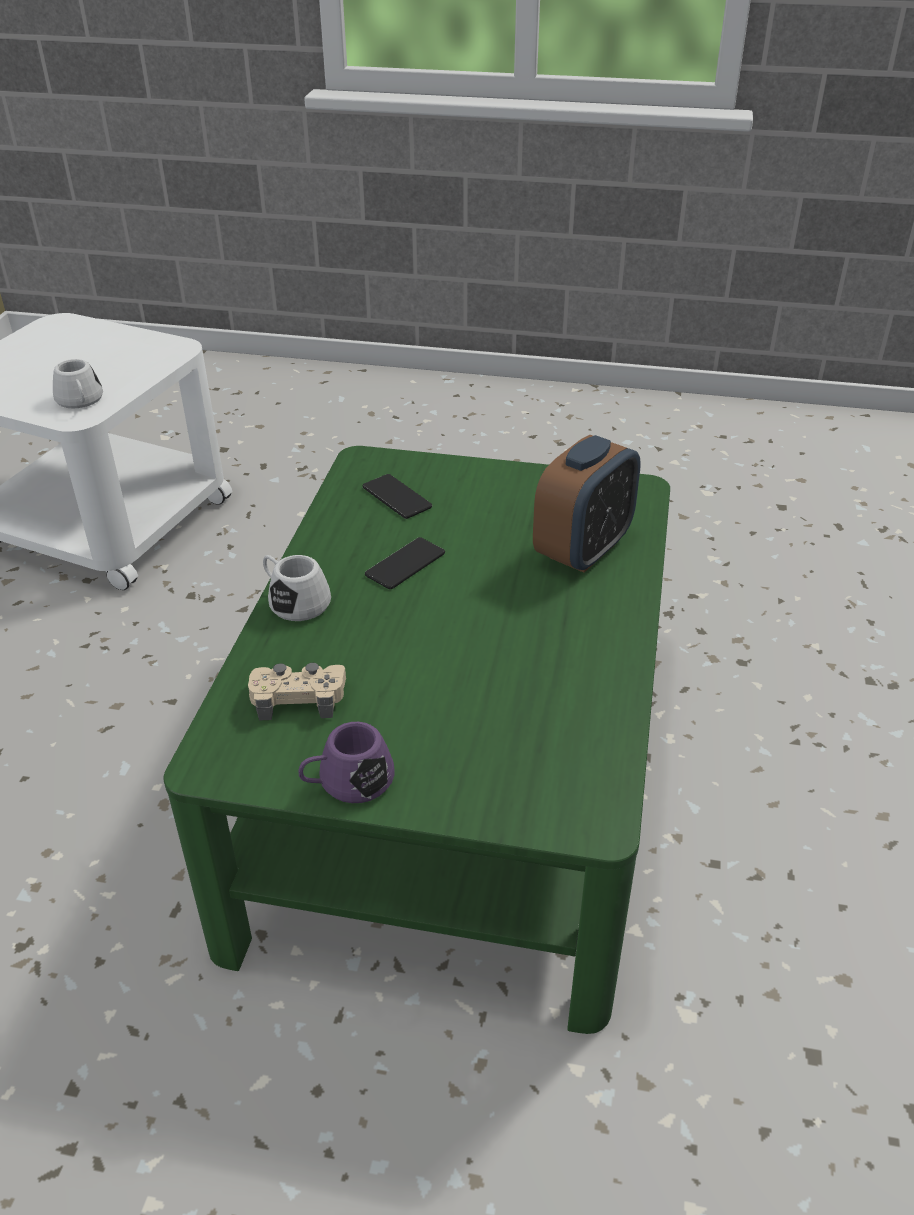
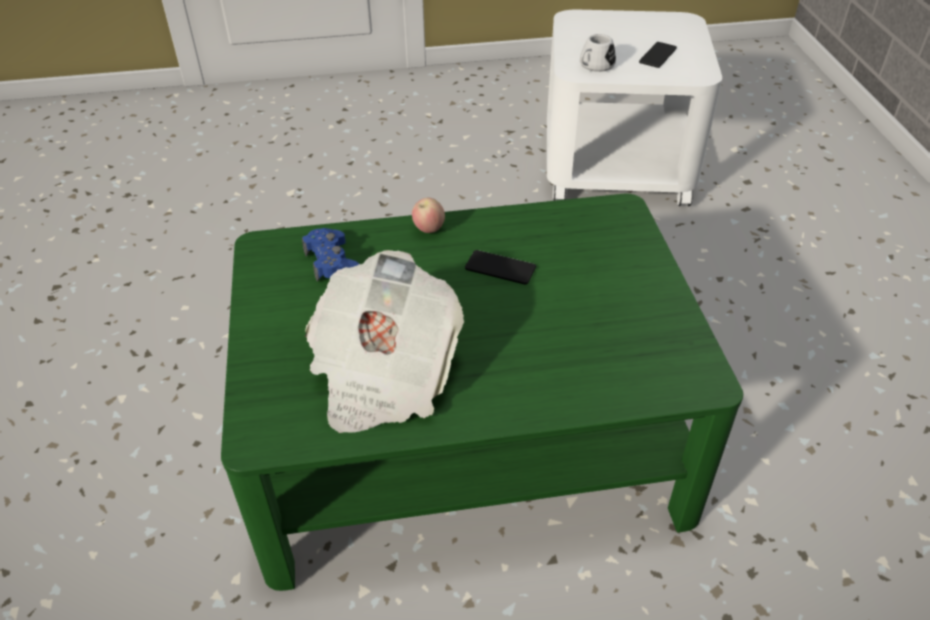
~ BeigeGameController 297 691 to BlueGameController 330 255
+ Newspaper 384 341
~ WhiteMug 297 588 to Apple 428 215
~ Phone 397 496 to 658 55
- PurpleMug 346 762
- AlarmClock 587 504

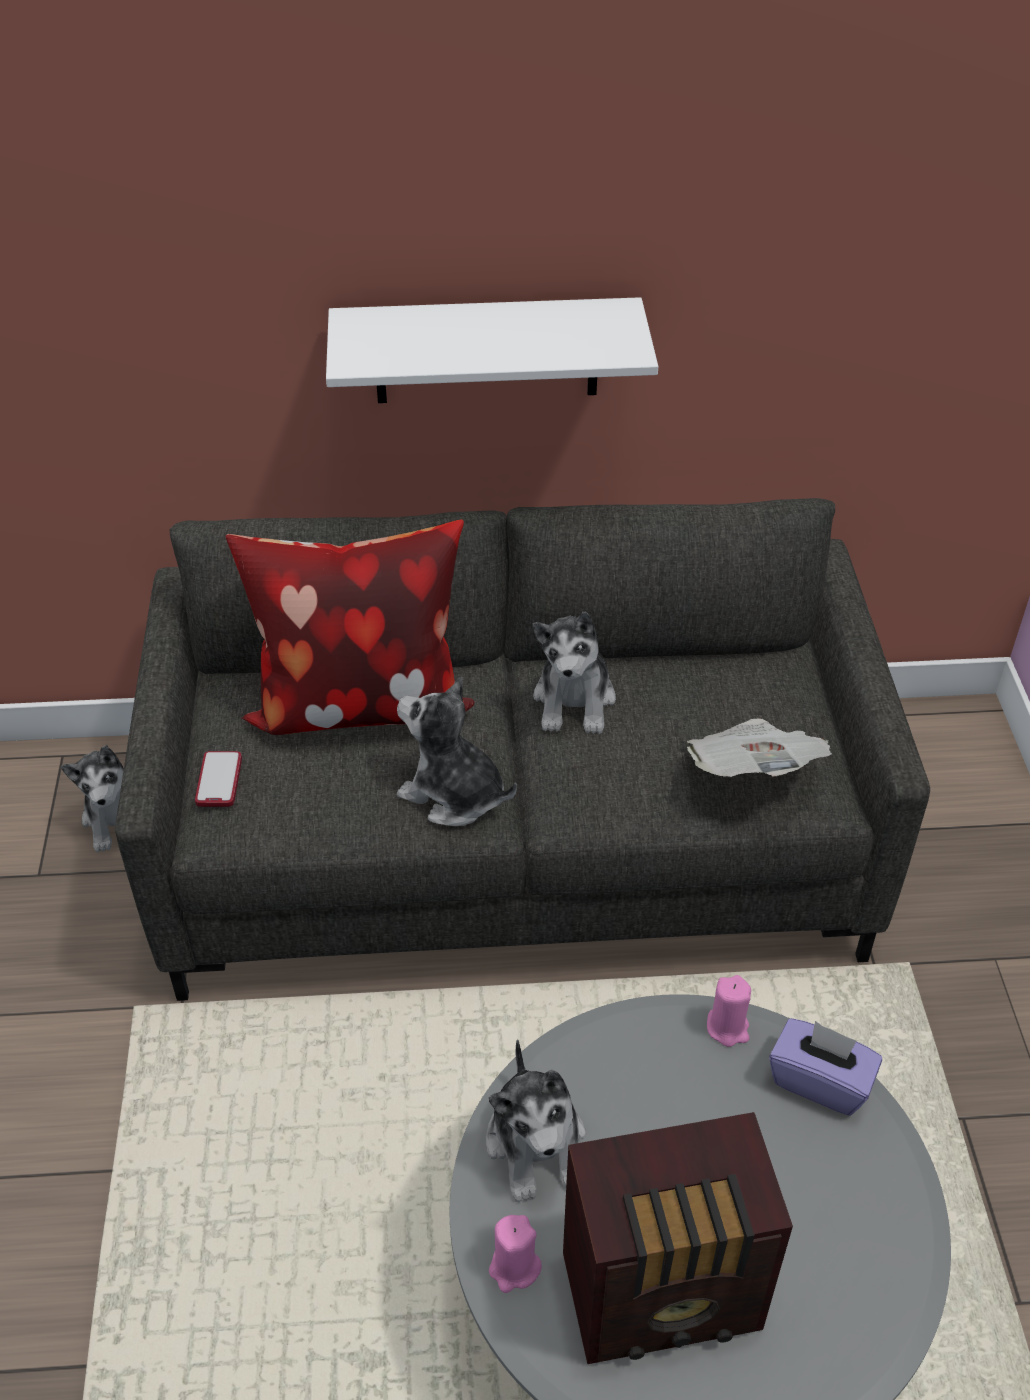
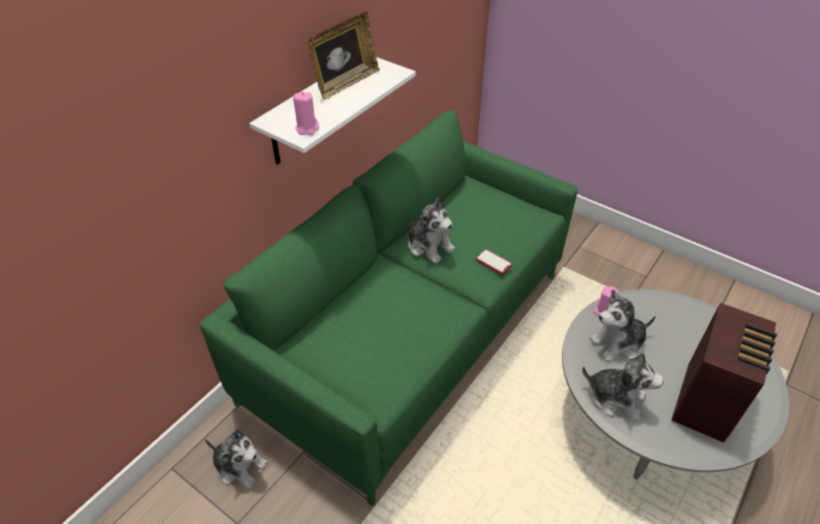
~ GreySofa 522 749 to GreenSofa 389 308
~ PinkCandle 515 1254 to 306 114
+ PictureFrame 344 56
~ Phone 218 779 to 494 262
~ PlushToy 457 751 to 622 325
- Pillow 350 627
- Newspaper 759 747
- PurpleTissueBox 825 1067

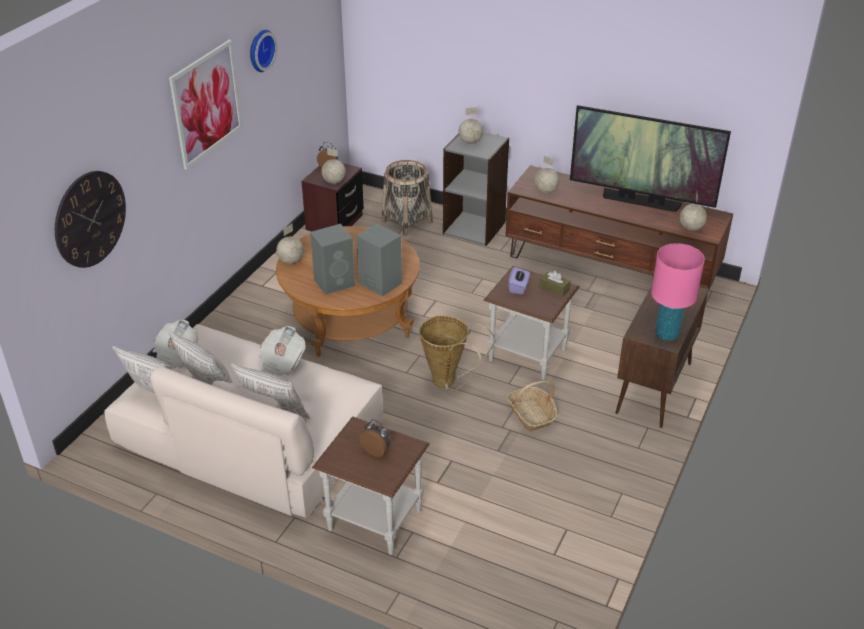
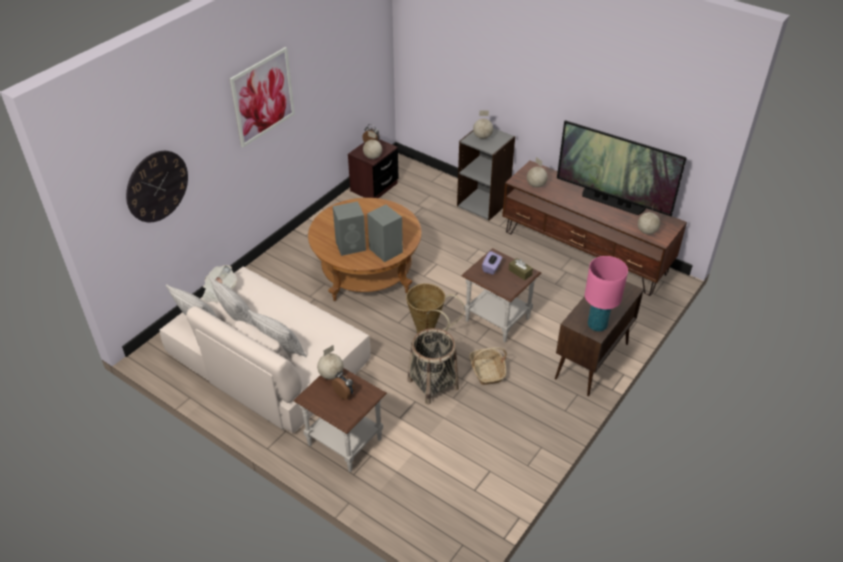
~ Globe 290 244 to 330 362
~ Basket 407 198 to 433 366
- WallClock 263 51
- Newspaper 282 351

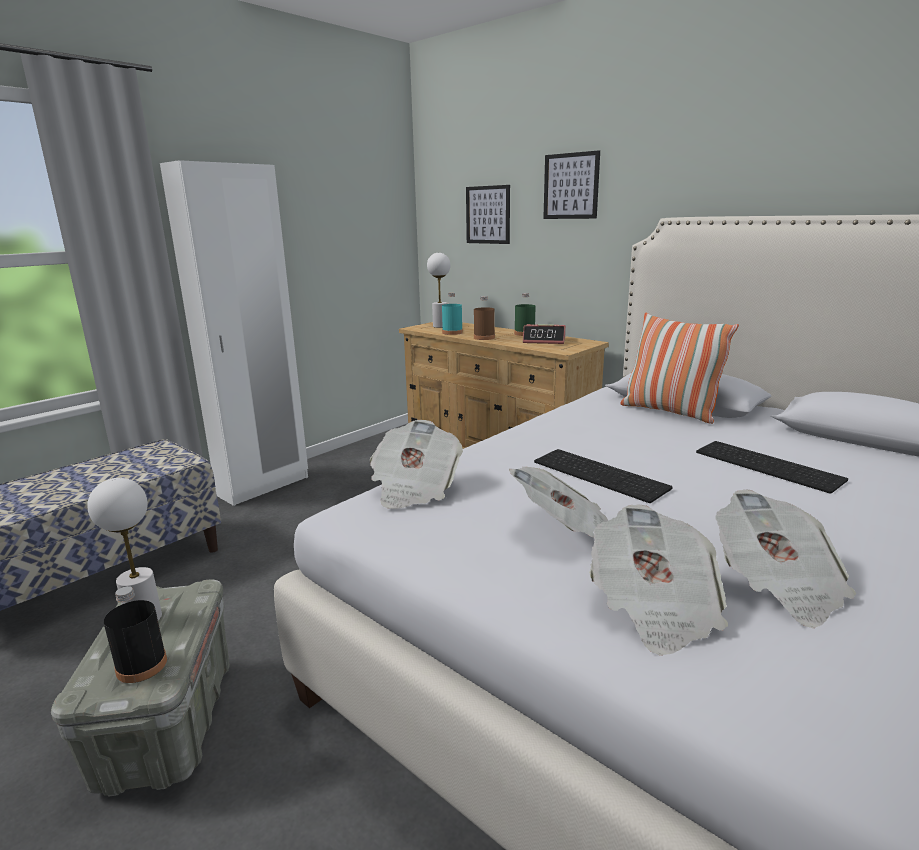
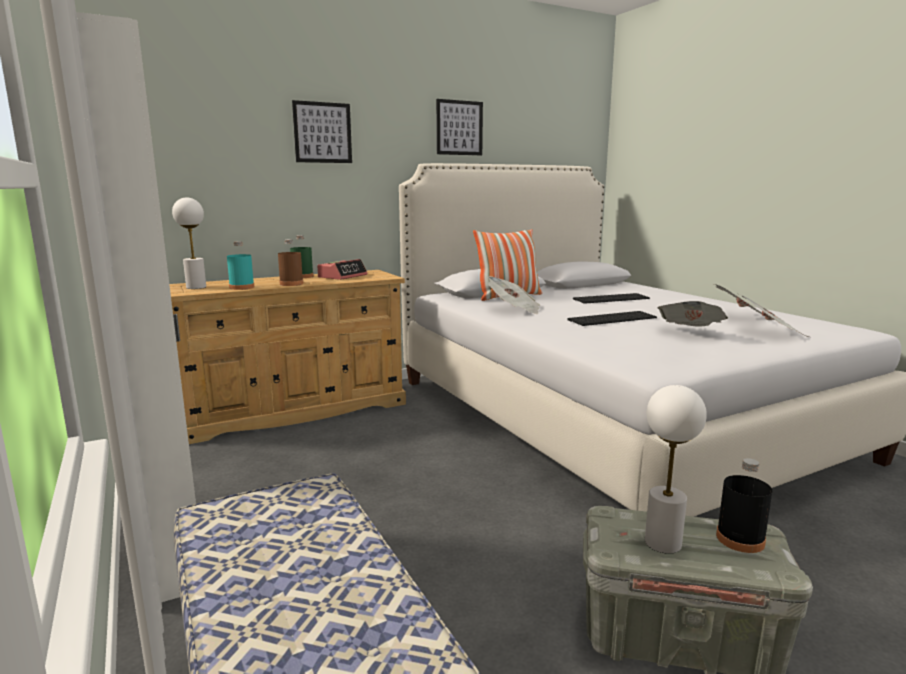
~ Picture 488 214 to 459 127
~ Newspaper 416 464 to 514 295

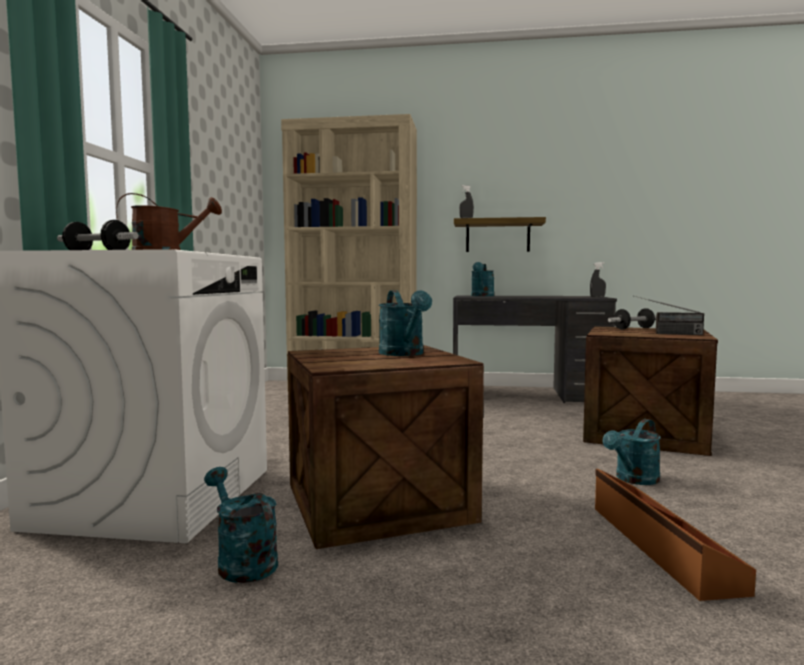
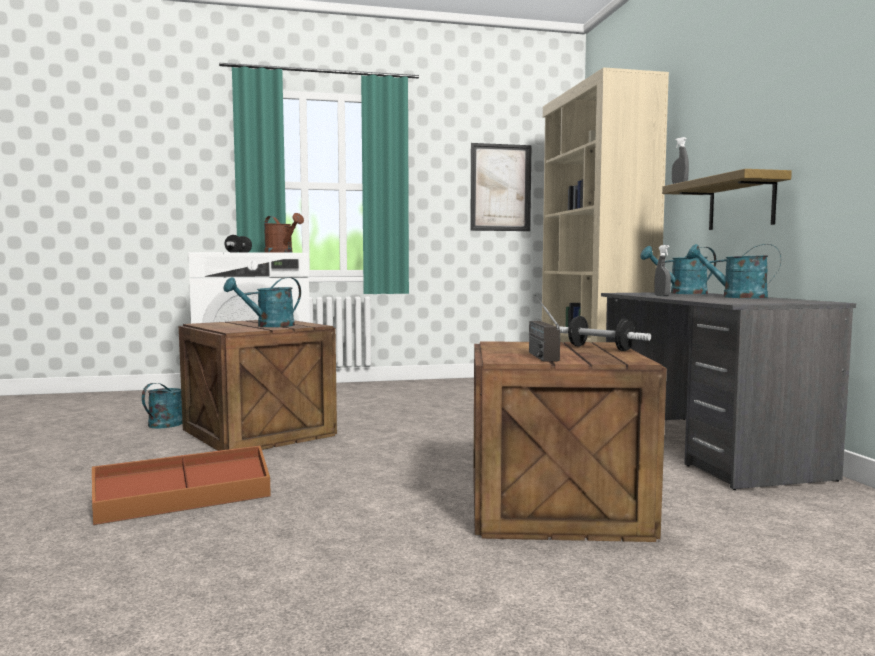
+ Picture 500 187
~ GreySprayBottle 598 279 to 662 270
~ TurquoiseWateringCan 631 452 to 734 271

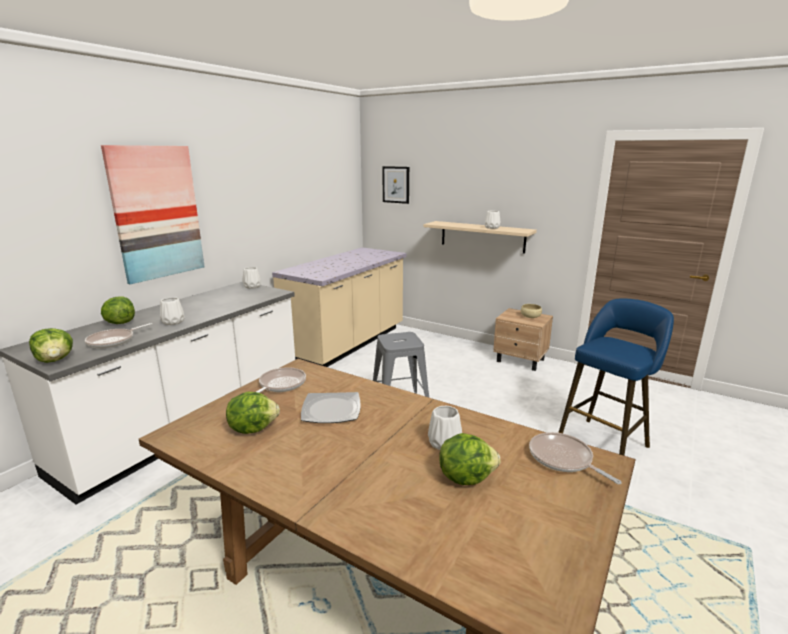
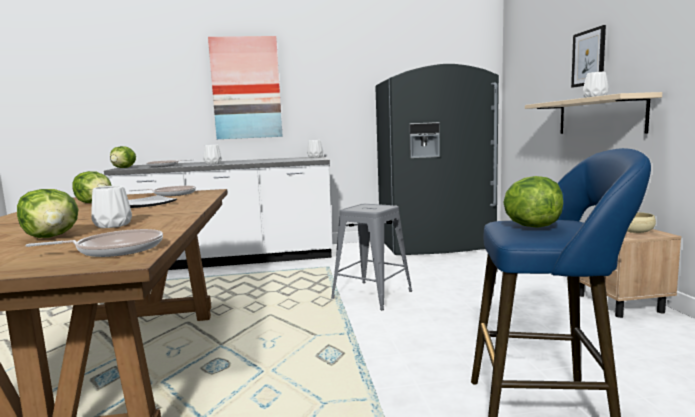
~ FryingPan 575 458 = 94 243 60 degrees clockwise
~ BeigeCounter 339 307 to GreyFridge 437 159
~ Lettuce 118 310 to 533 202
~ Picture 395 185 to 588 56

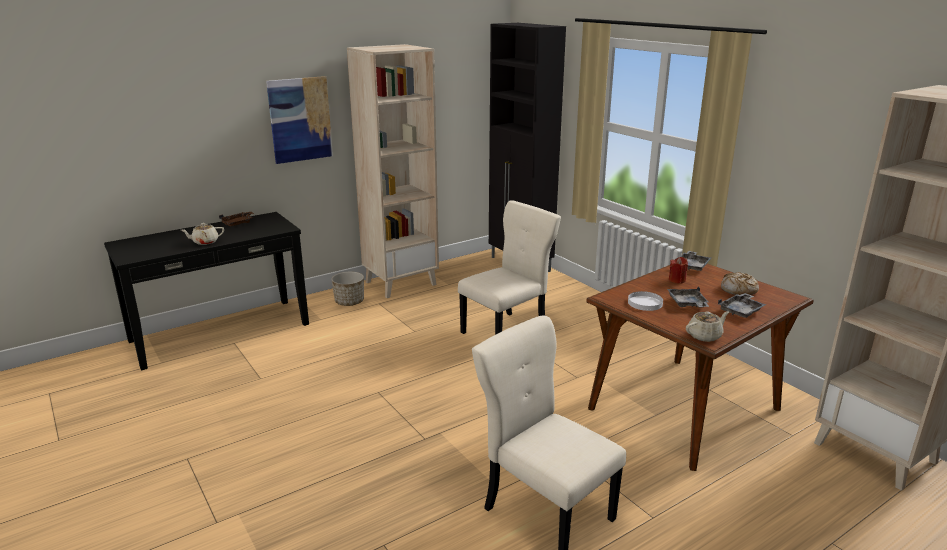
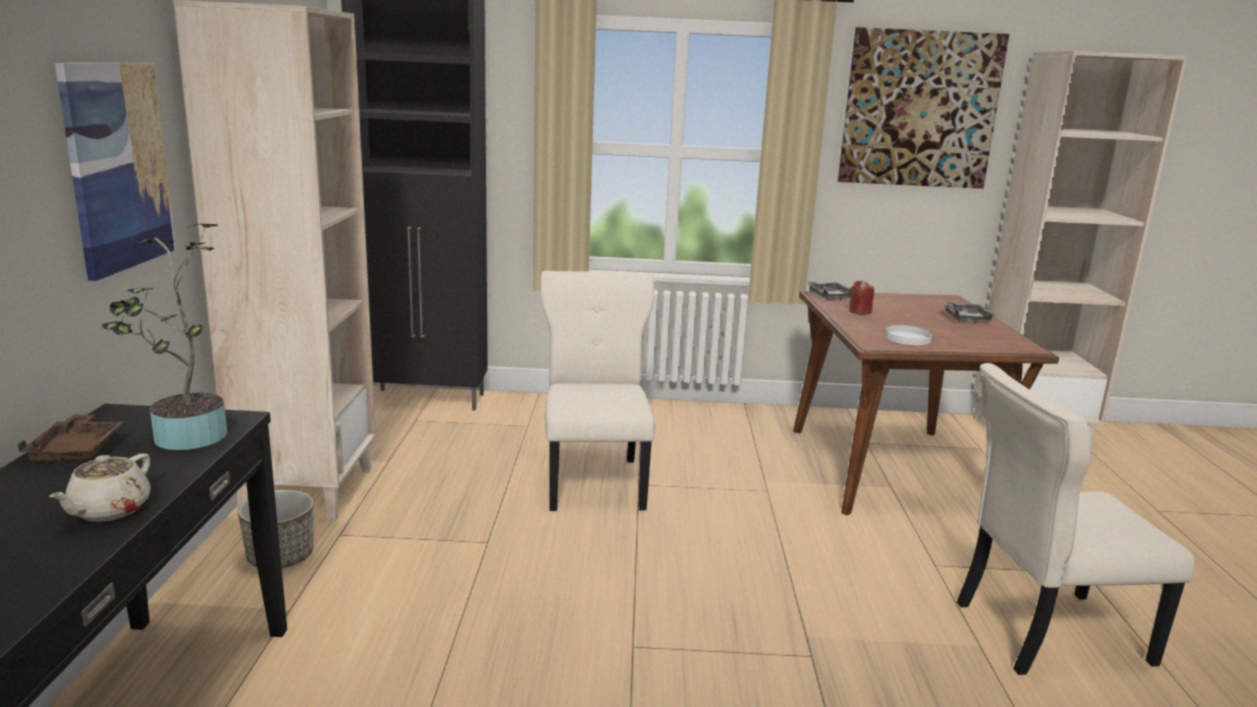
+ PottedPlant 164 336
+ Picture 923 108
- GreyTray 688 297
- BeigeTeapot 707 326
- Bread 740 283

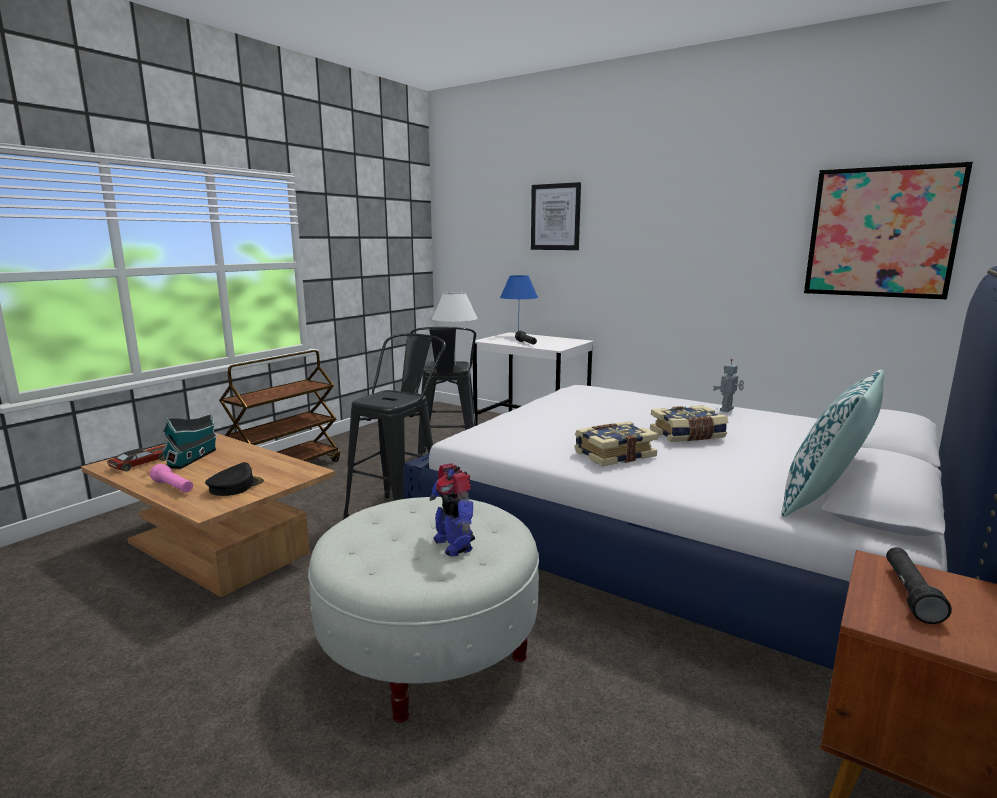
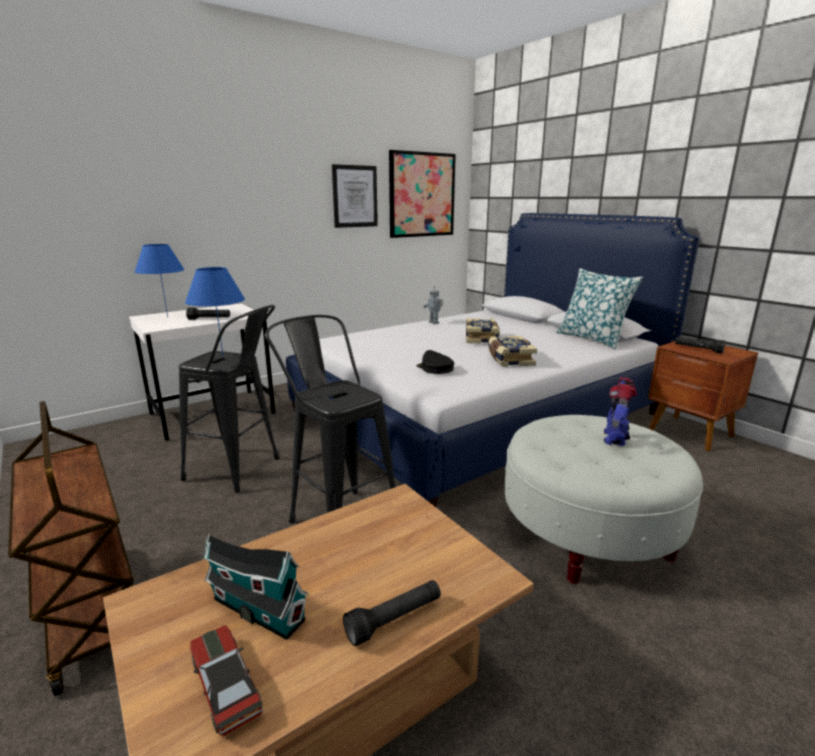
~ WhiteTableLamp 455 329 to BlueTableLamp 215 311
~ Picture 556 216 to 355 196
~ PinkFlashlight 171 478 to BlackFlashlight 392 613
~ BlackCap 234 479 to 435 362
~ ToyRobot 452 510 = 620 411 120 degrees clockwise

